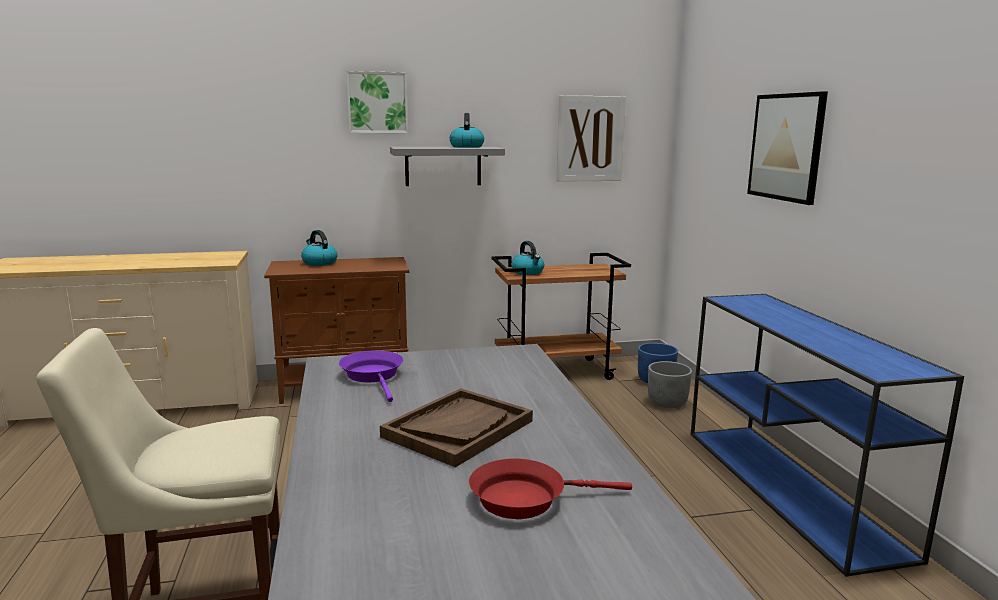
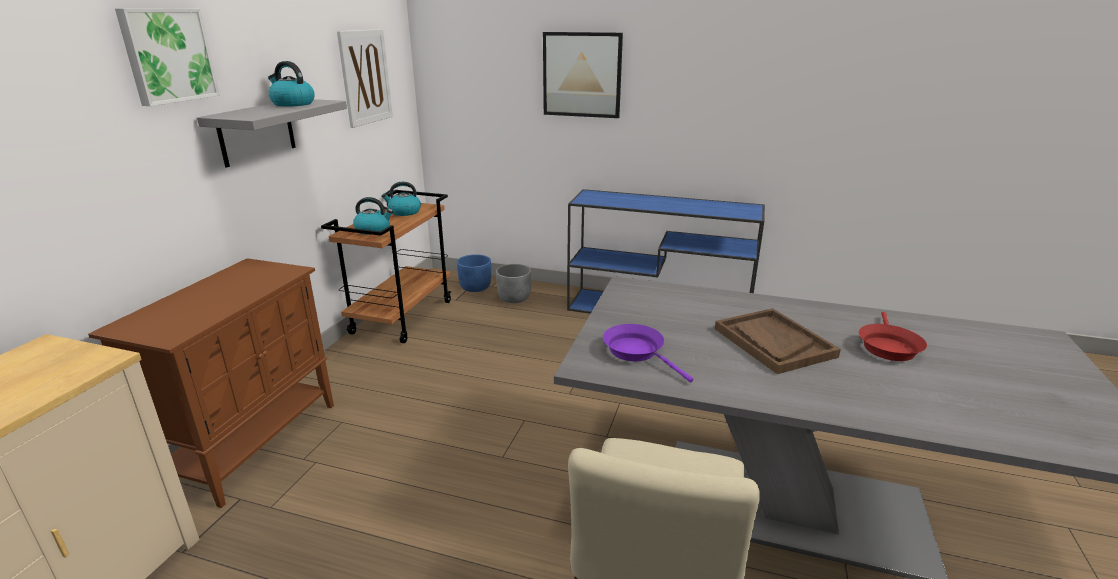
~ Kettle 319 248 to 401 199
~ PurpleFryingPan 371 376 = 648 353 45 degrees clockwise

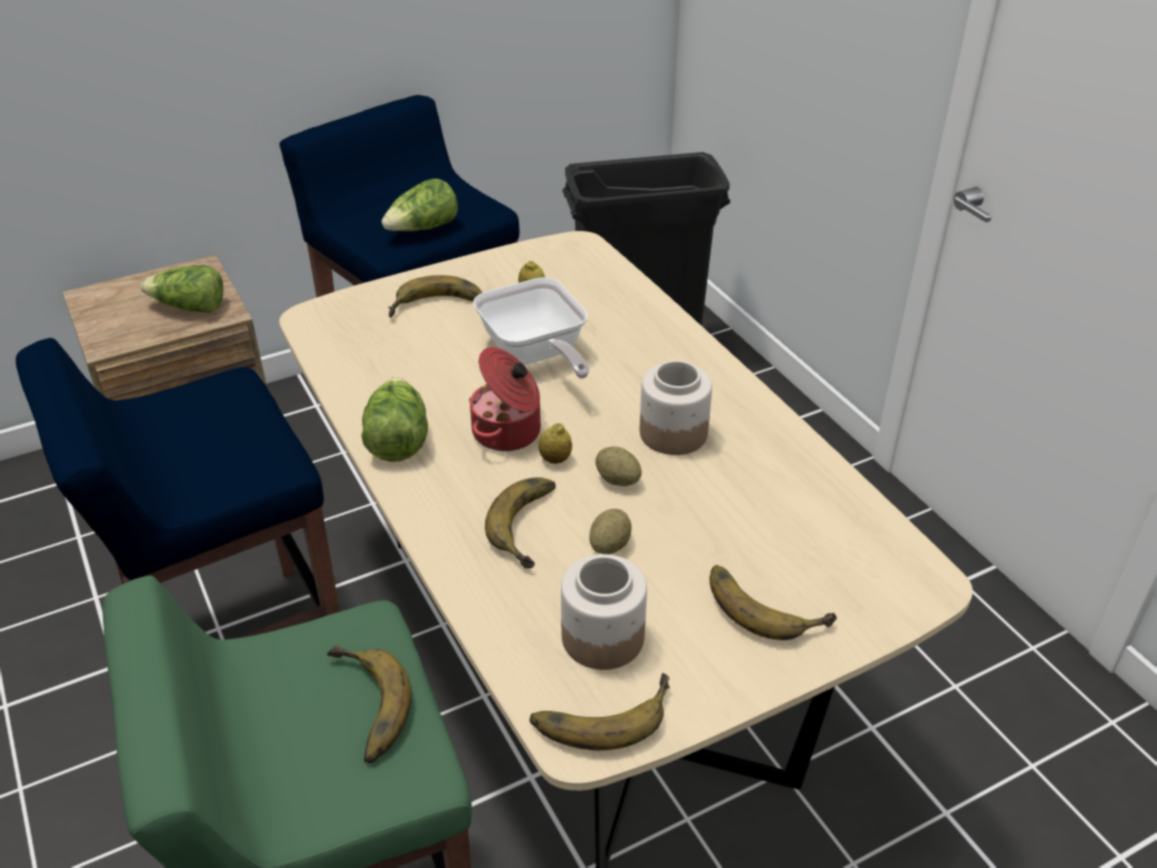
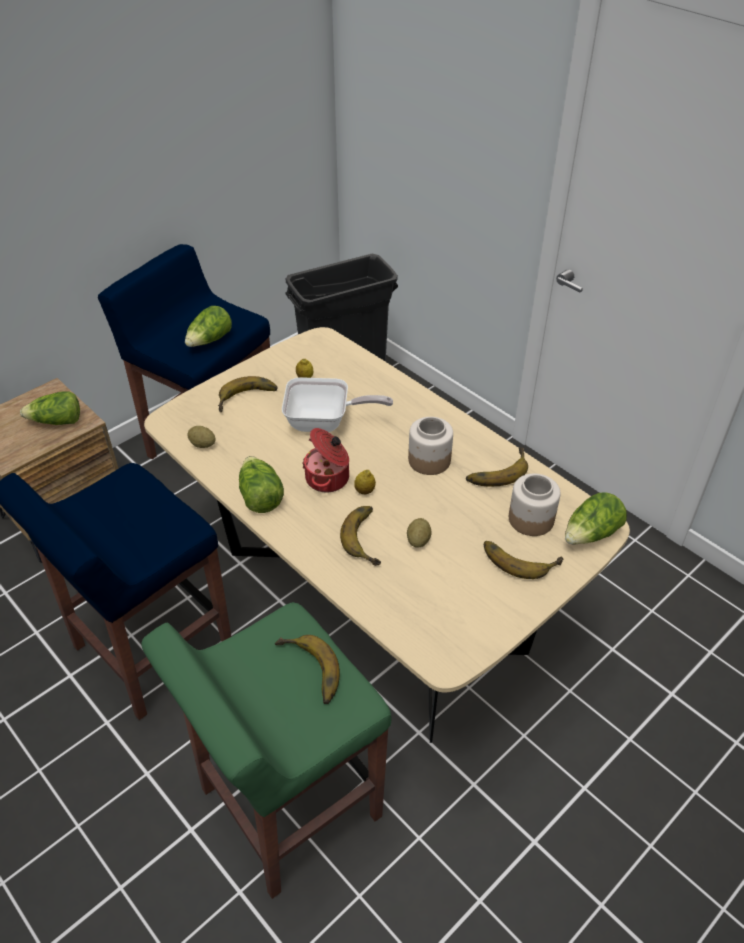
~ Potato 618 466 to 201 437
~ FryingPan 531 328 = 337 404 45 degrees counterclockwise
~ Banana 600 712 to 497 467
~ Jar 604 612 to 535 505
+ Lettuce 596 518

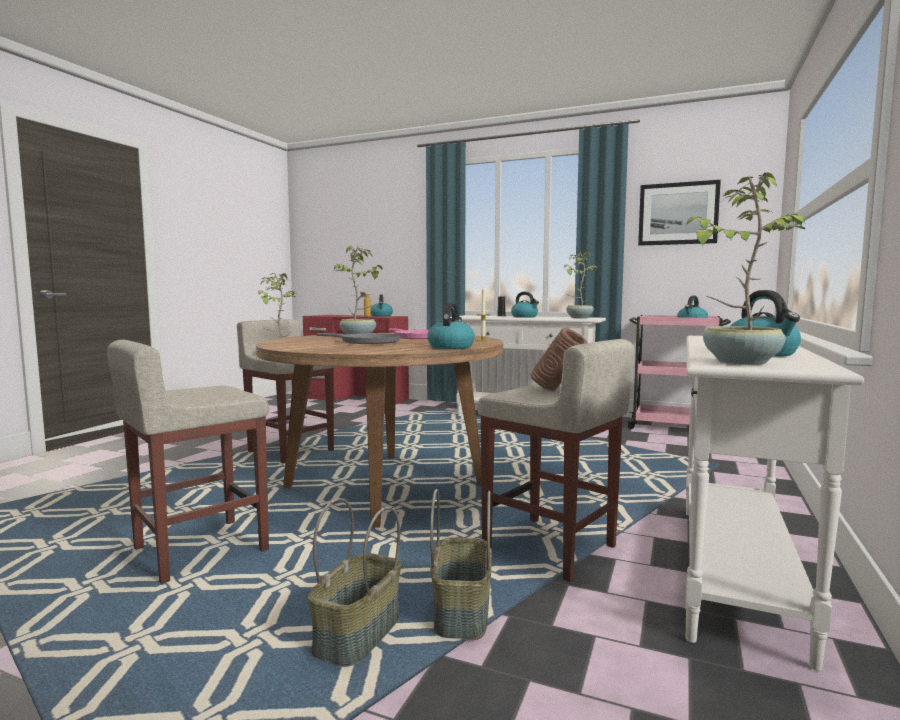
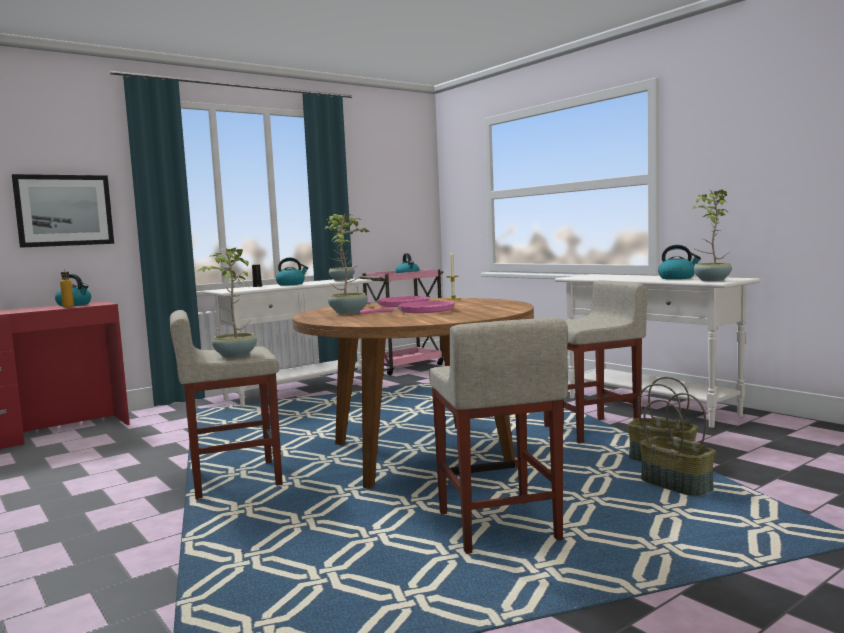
~ Picture 679 213 to 63 211
~ GreyFryingPan 359 338 to PinkFryingPan 407 307
- Kettle 451 325
- BrownVase 559 359

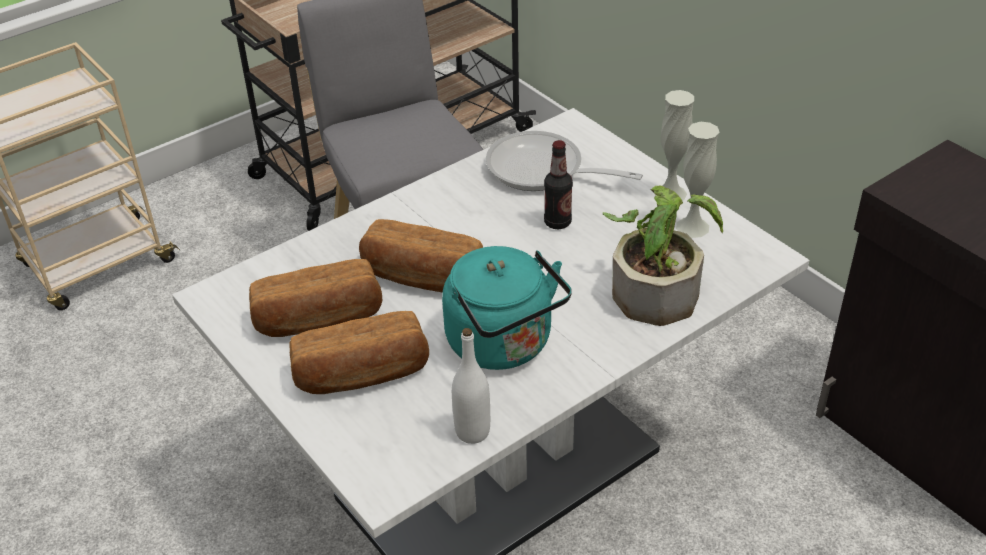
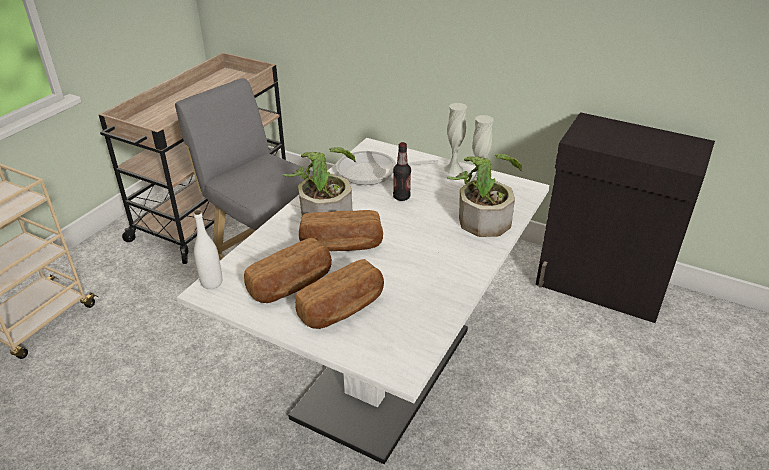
~ WhiteBottle 471 386 to 208 249
+ PottedPlant 319 181
- TurquoiseKettle 507 308

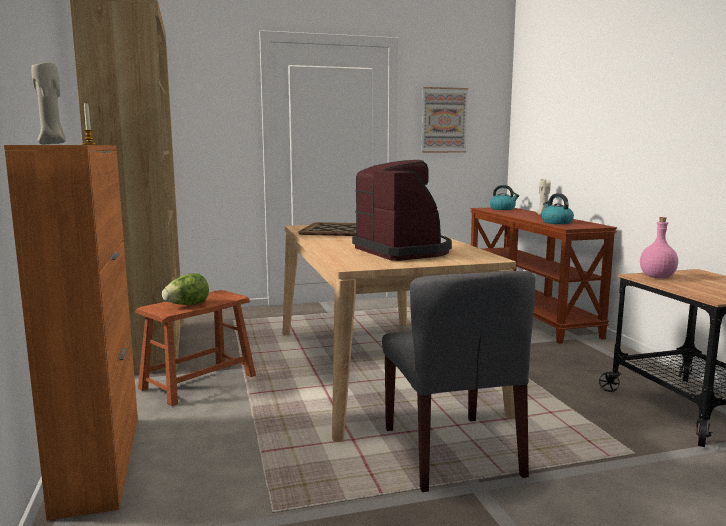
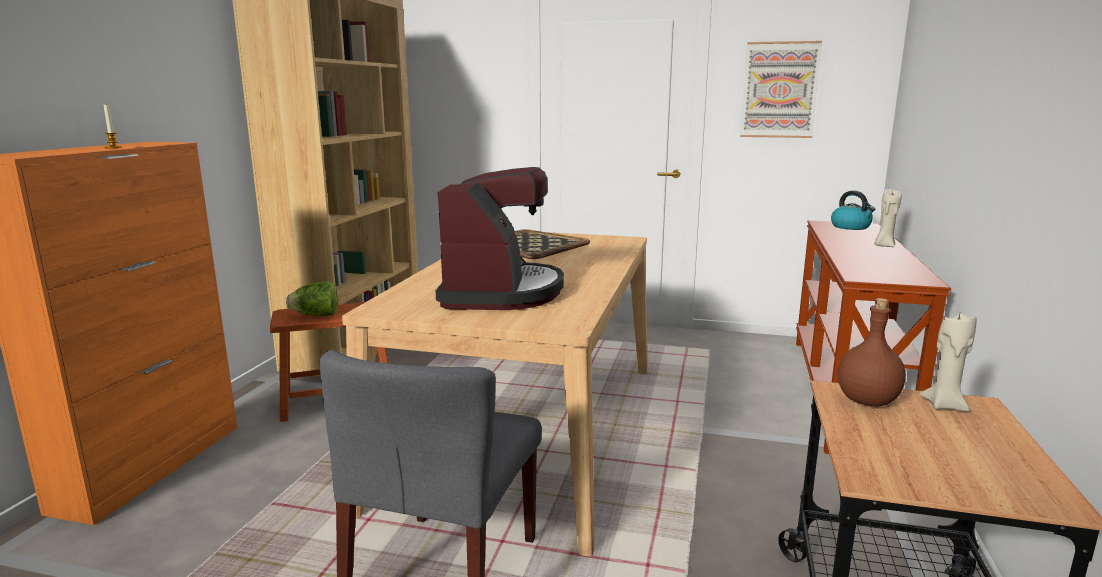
~ PinkBottle 659 247 to BrownBottle 872 352
~ BeigeCandle 48 103 to 948 362
- Kettle 558 208

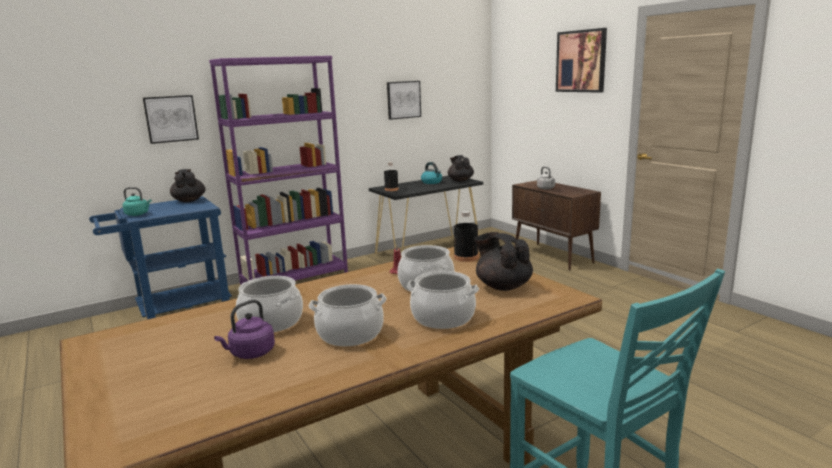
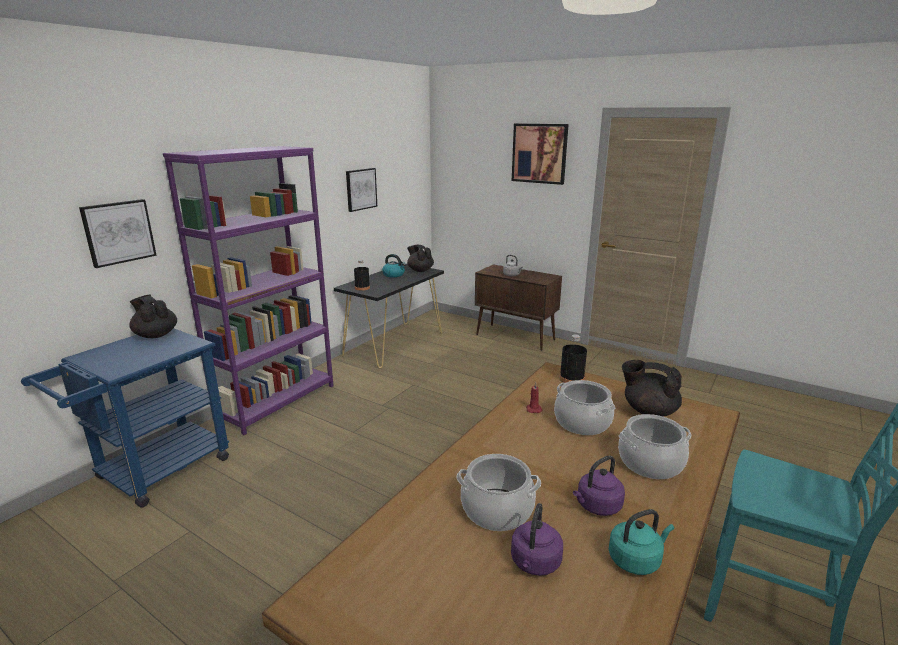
~ CookingPot 348 315 to PurpleKettle 599 485
~ TurquoiseKettle 137 201 to 641 542

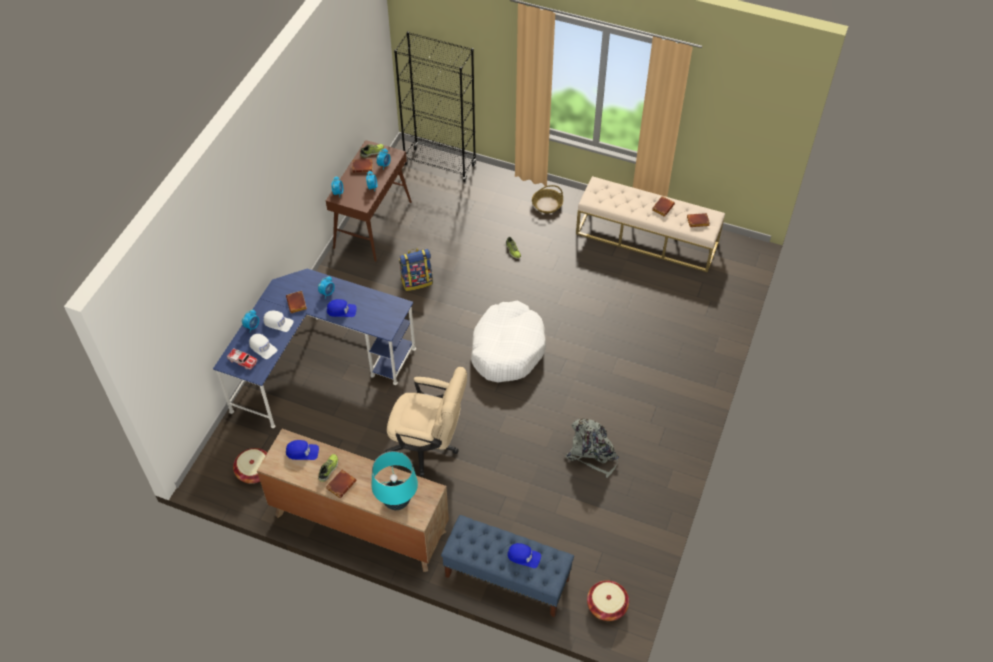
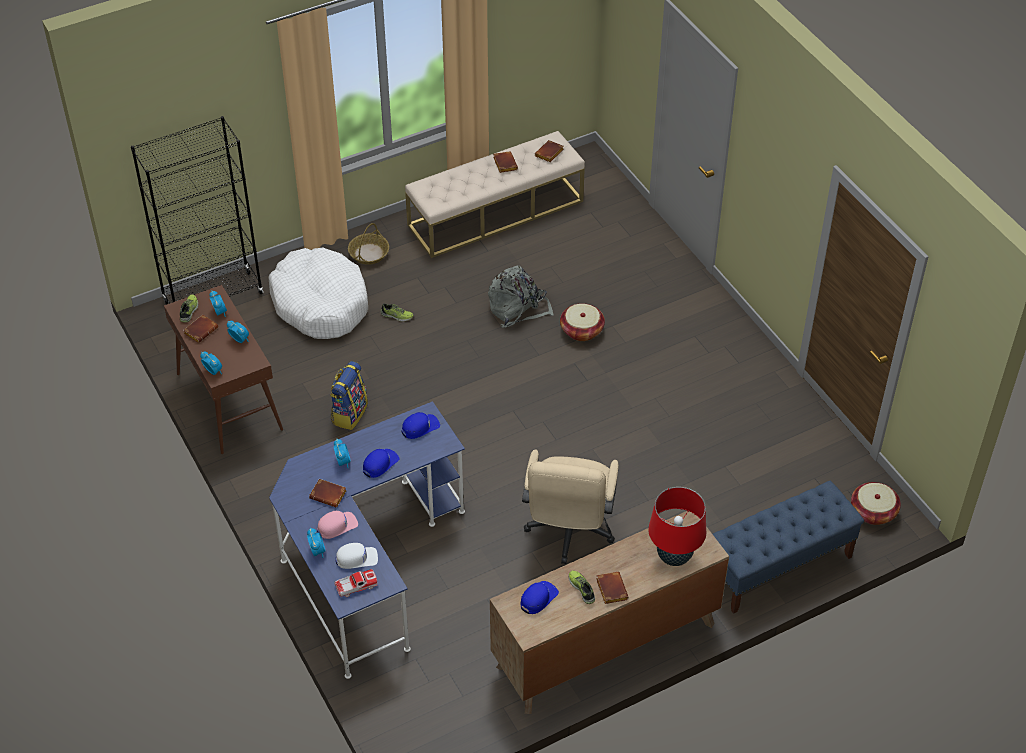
~ WhiteDogBed 508 341 to 318 293
~ WhiteCap 278 321 to PinkCap 337 525
~ BlueCap 524 555 to 421 425
~ GreyBackpack 592 448 to 521 296
~ BeigeOfficeChair 425 421 = 570 506 135 degrees clockwise
~ Basket 250 466 to 582 322
~ TurquoiseTableLamp 395 480 to RedTableLamp 677 526

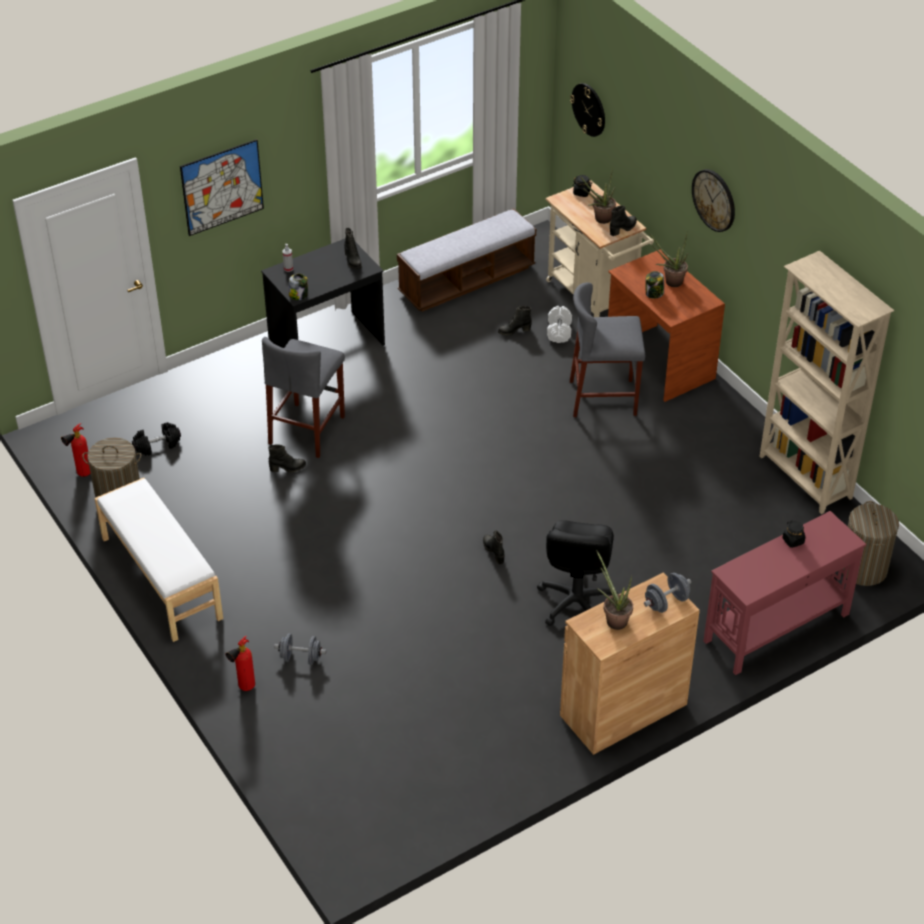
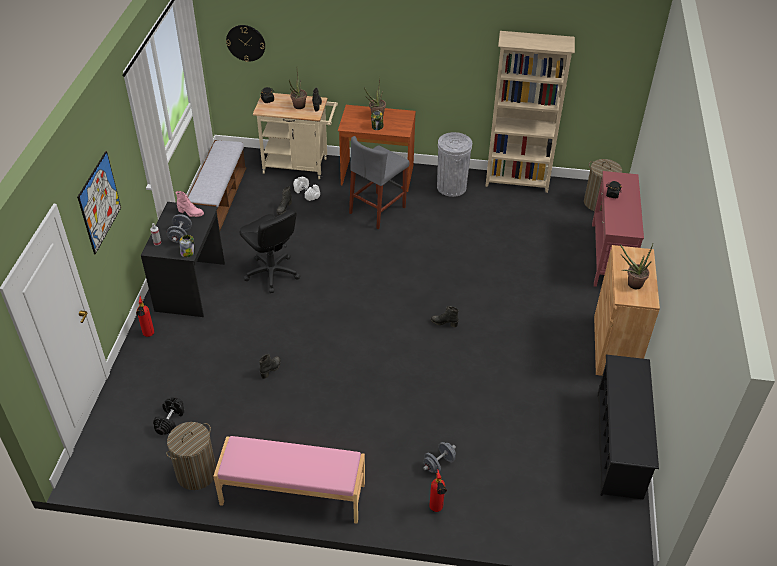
~ FireExtinguisher 76 450 to 145 316
~ GreyDumbbell 667 593 to 179 228
~ BlackBoot 353 248 to PinkBoot 189 204
~ WhiteBench 158 560 to PinkBench 289 479
~ BlackOfficeChair 577 573 to 269 251
+ GreyTrashCan 454 164
+ BlackShoeRack 628 427
- GreyStool 303 397
- WallClock 713 200

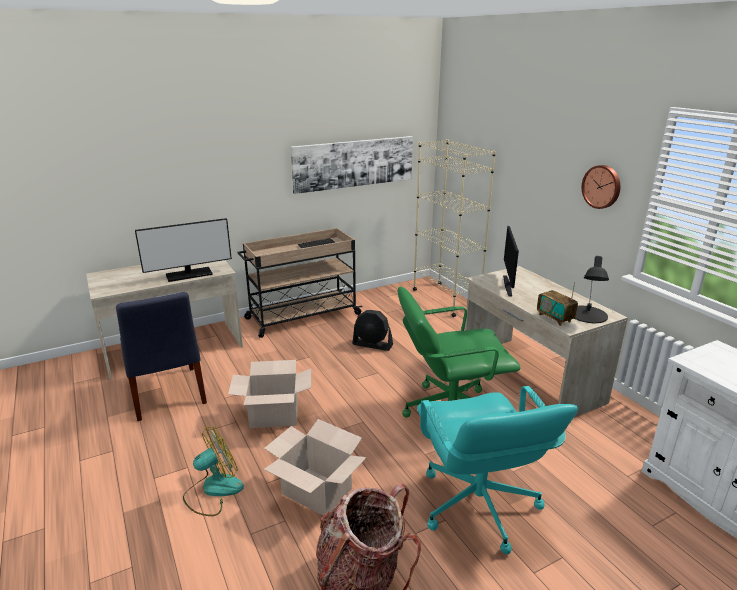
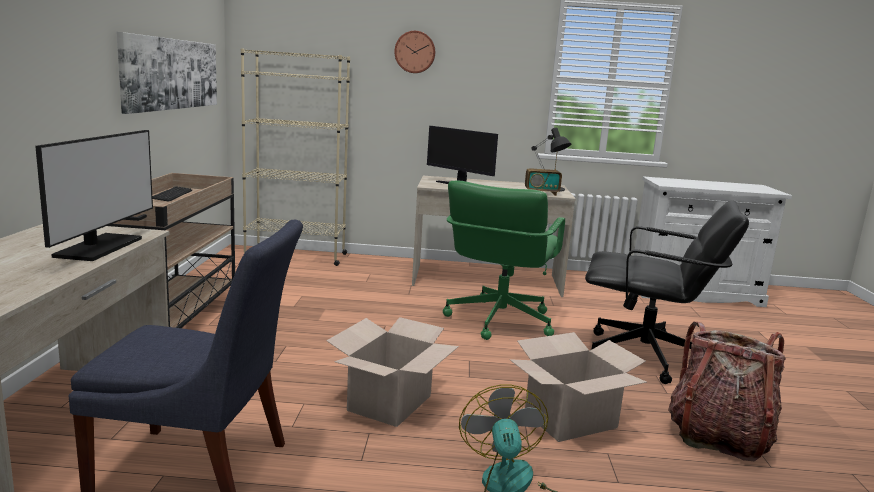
~ WallClock 601 187 to 414 52
~ TurquoiseOfficeChair 497 470 to BlackOfficeChair 667 292
- BlackFan 372 330

